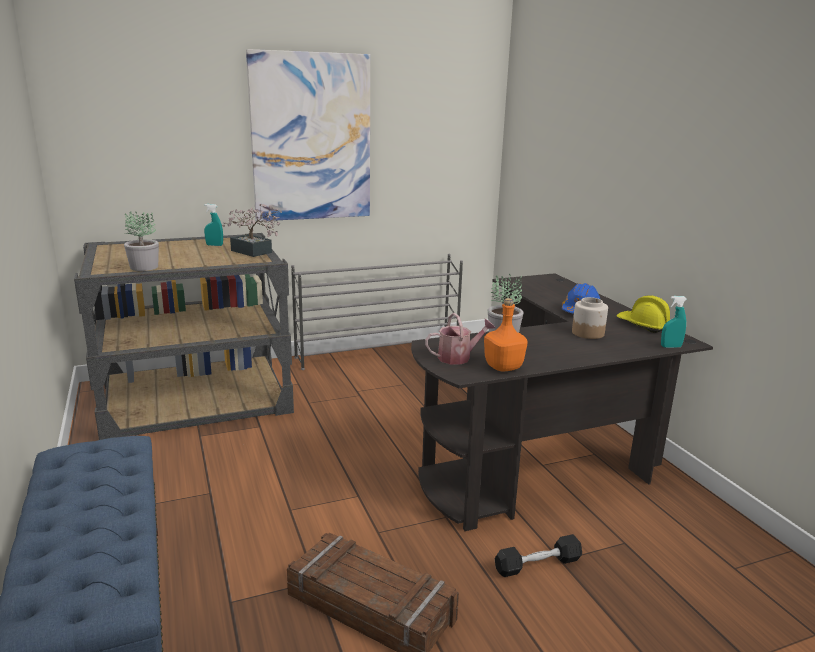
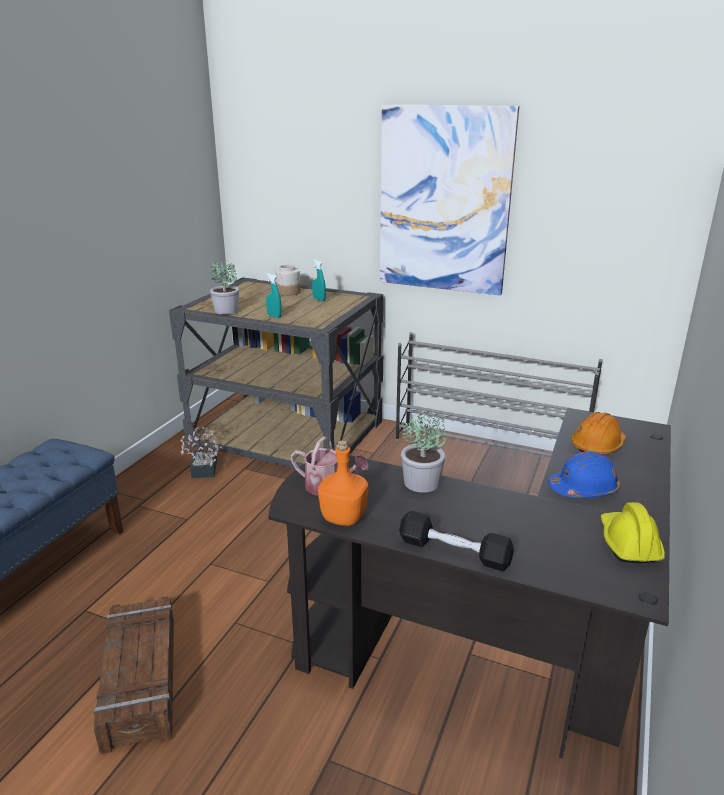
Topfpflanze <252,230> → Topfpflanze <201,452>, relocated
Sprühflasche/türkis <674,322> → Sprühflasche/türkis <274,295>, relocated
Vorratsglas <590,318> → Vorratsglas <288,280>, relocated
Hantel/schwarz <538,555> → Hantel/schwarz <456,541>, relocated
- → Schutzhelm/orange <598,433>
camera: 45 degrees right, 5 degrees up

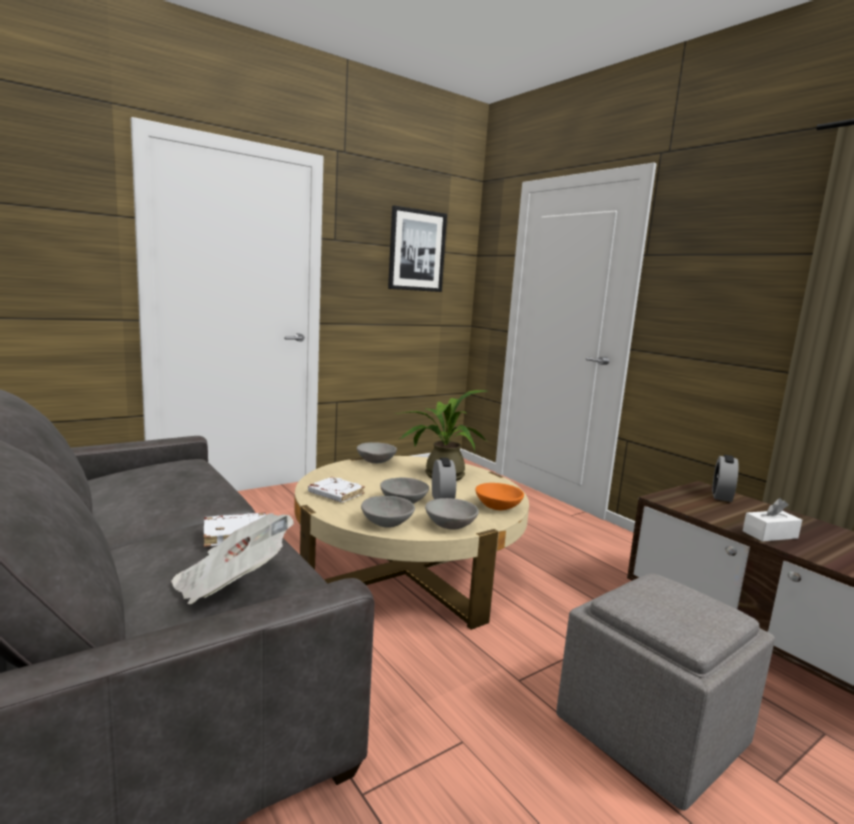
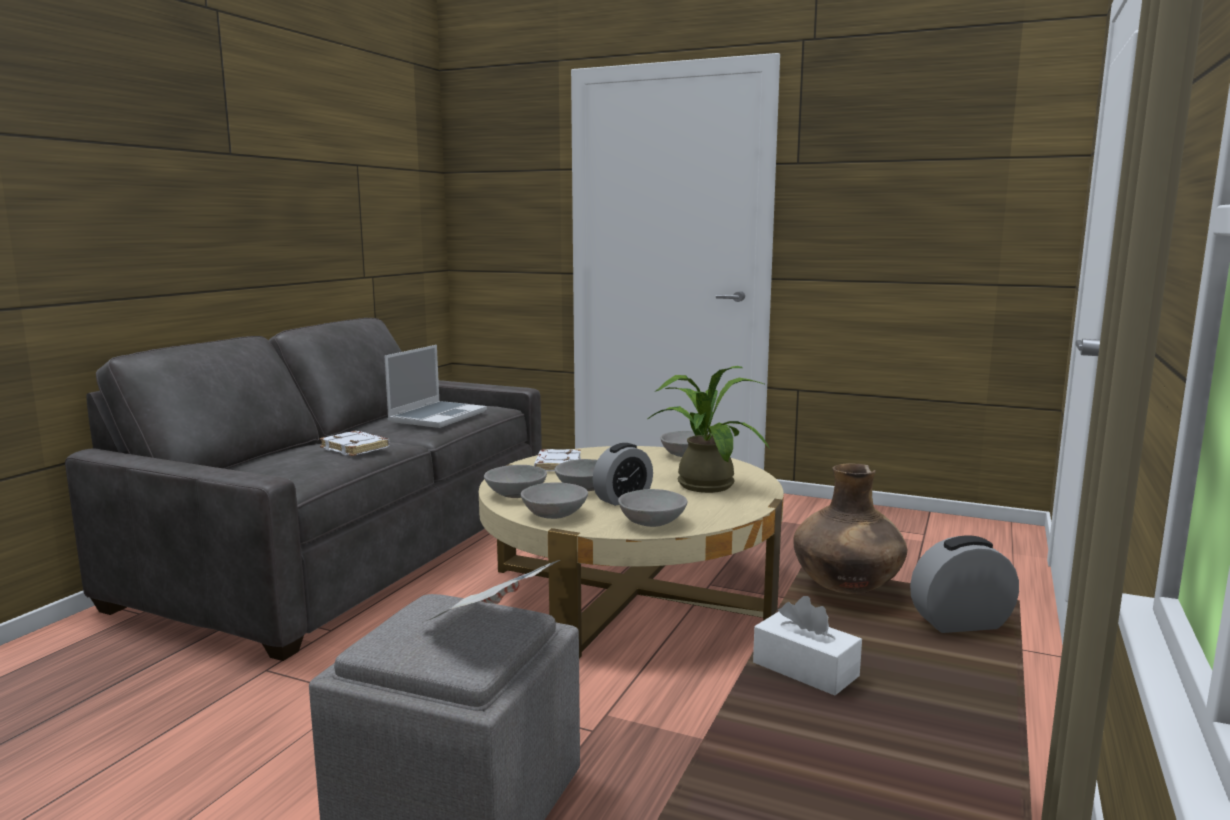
- → Laptop <436,386>
Zeitung <232,558> → Zeitung <491,591>, relocated
Schüssel/orange <499,496> → Schüssel/grau <652,508>
- → Vase/braun <850,528>
Bild <417,248> → -
camera: 60 degrees right, 0 degrees up

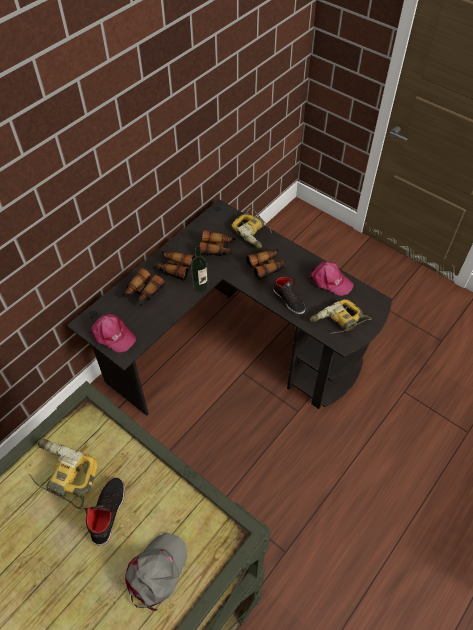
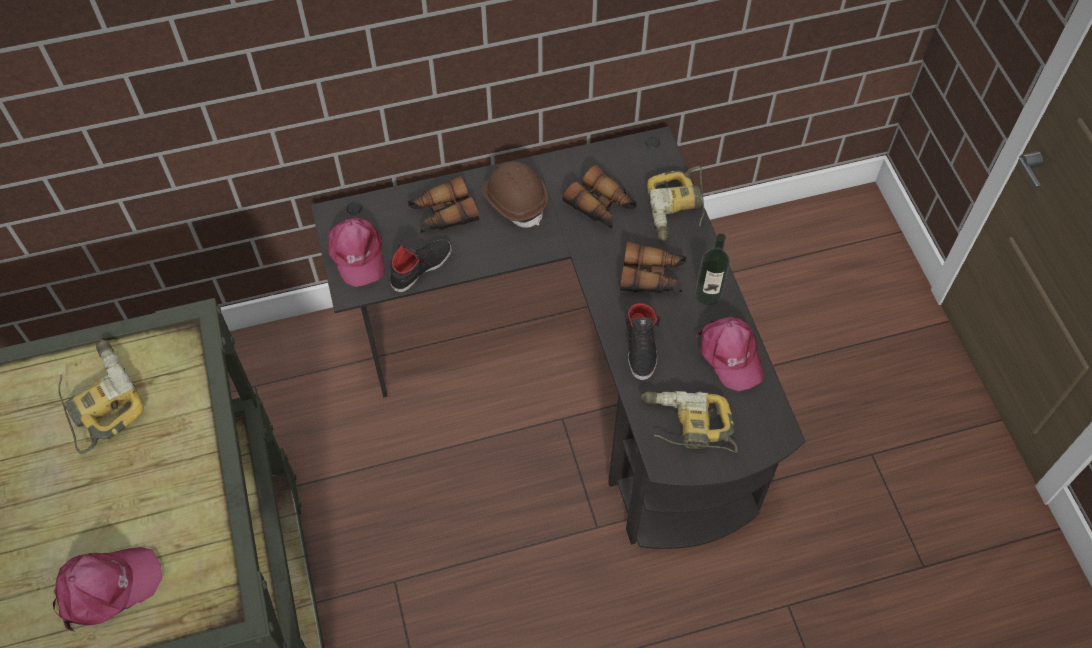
Kappe/grau <156,572> → Kappe/rosa <107,589>
Schuh/schwarz <105,512> → Schuh/schwarz <421,266>, relocated
Fernglas <174,266> → Schutzhelm/braun <514,195>
Flasche <199,269> → Flasche <712,269>, relocated
camera: 35 degrees right, 5 degrees up

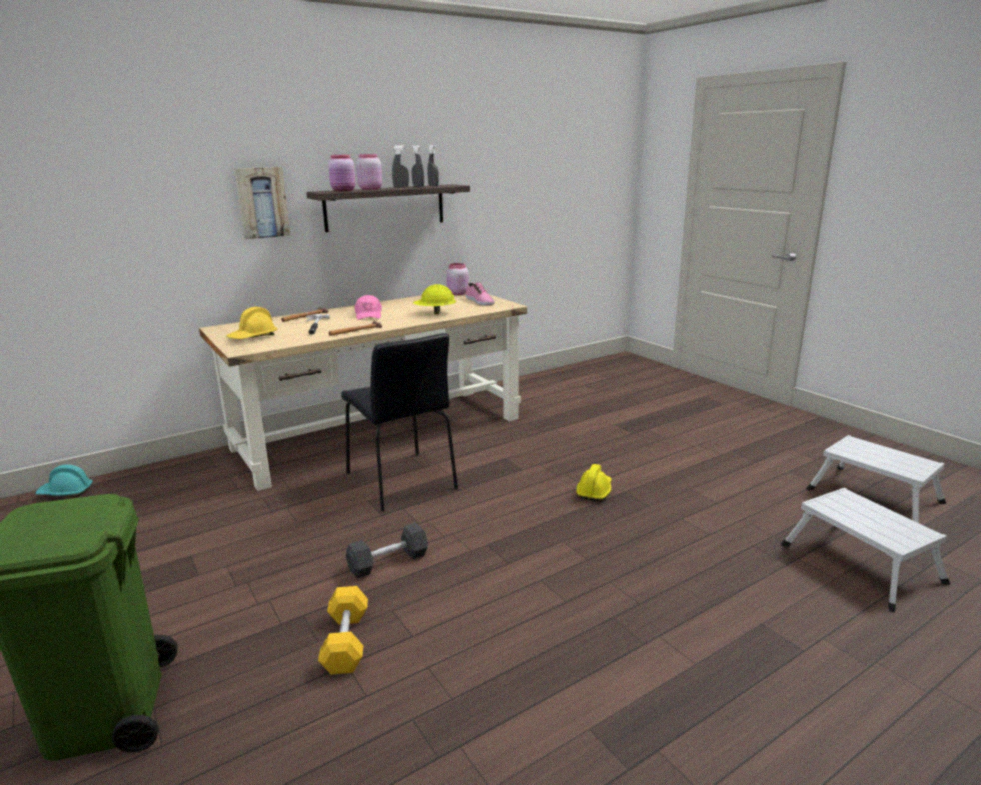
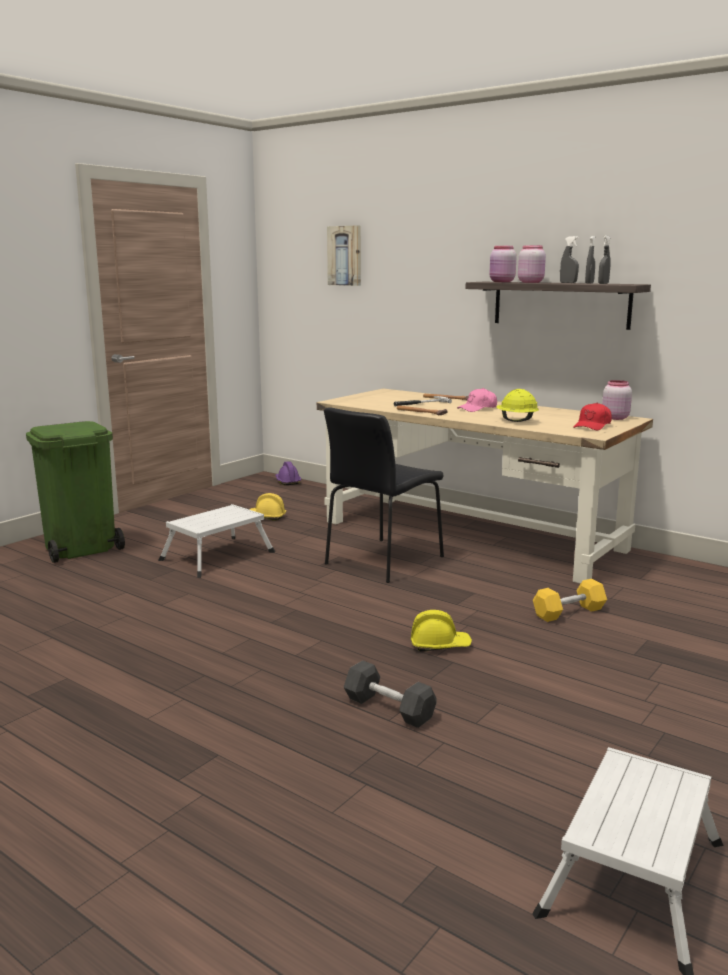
Trittleiter/weiß <866,550> → Trittleiter/weiß <216,541>, relocated
Schutzhelm/gelb <252,323> → Schutzhelm/gelb <267,507>, relocated
Schutzhelm/türkis <64,481> → Schutzhelm/lila <288,473>
Bild <262,203> → Bild <344,255>, relocated
Hantel/grau <387,550> → Hantel/grau <390,694>, relocated
Hantel/gelb <343,630> → Hantel/gelb <570,600>, relocated
Schuh <479,293> → Kappe/rot <592,416>
camera: 70 degrees right, 5 degrees down

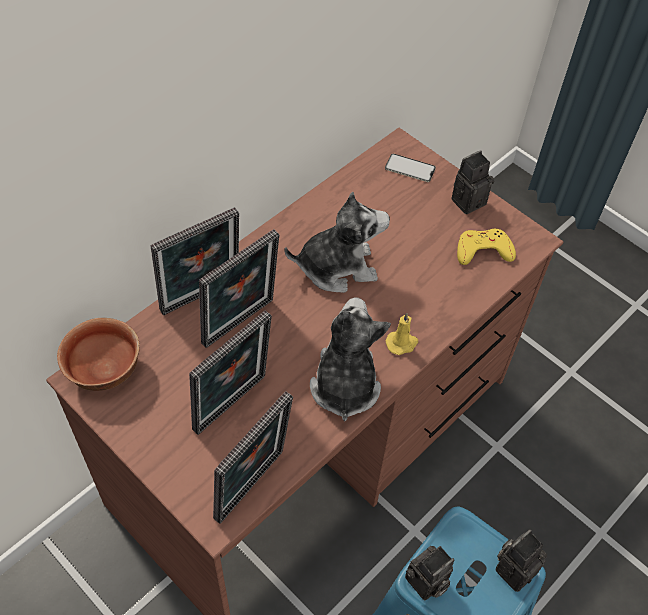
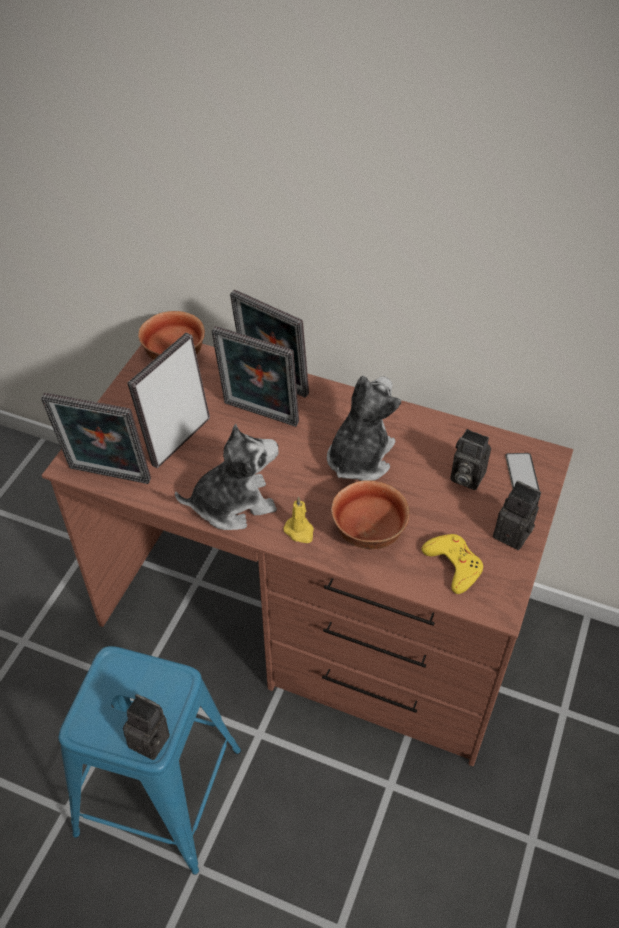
Bilderrahmen <230,372> → Bilderrahmen <168,400>, 105 degrees clockwise
Plüschtier <337,242> → Plüschtier <364,428>, 120 degrees counterclockwise
- → Schüssel <370,514>
Kamera <429,573> → Kamera <470,459>, relocated
camera: 70 degrees right, 5 degrees down

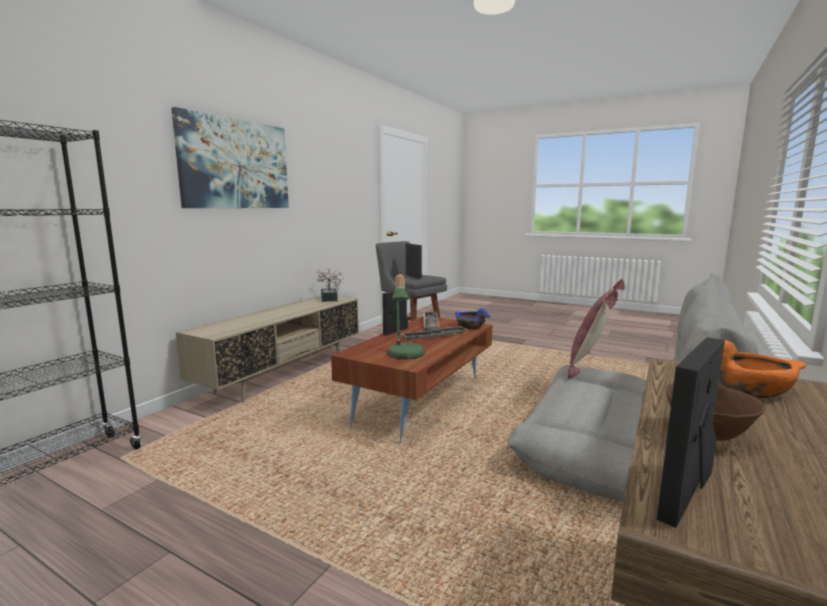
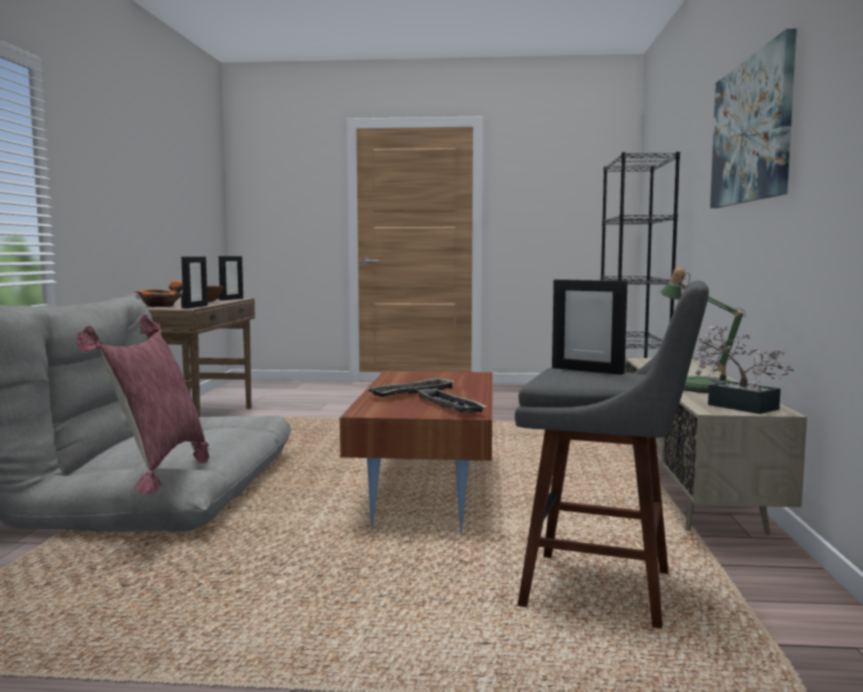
Bilderrahmen <395,312> → Bilderrahmen <194,283>, relocated
Tischlampe <406,316> → Tischlampe <703,330>, relocated
Schüssel/blau <472,319> → -
camera: 155 degrees right, 5 degrees down

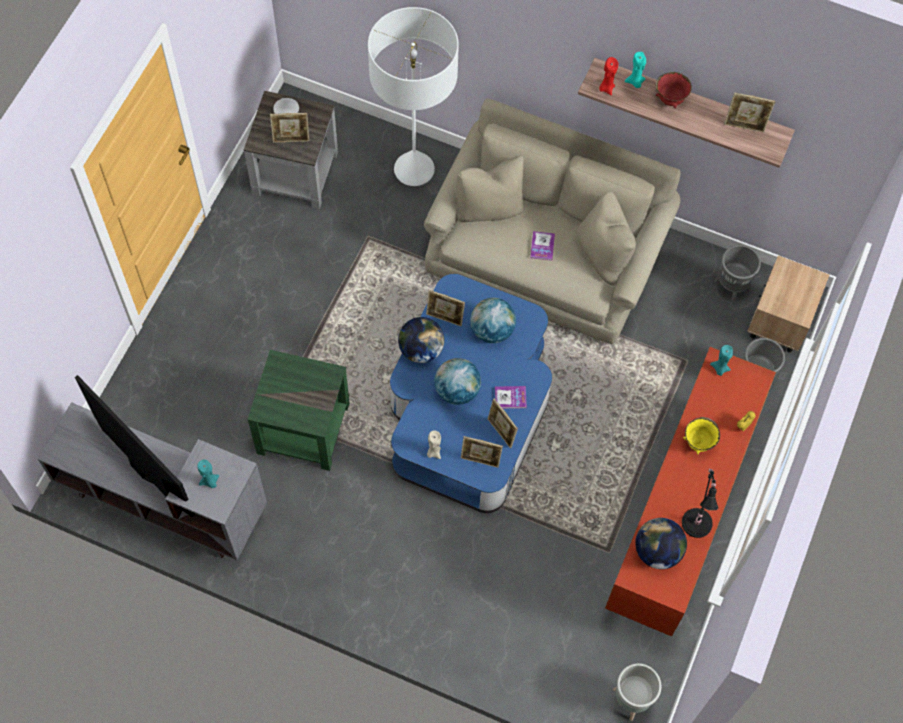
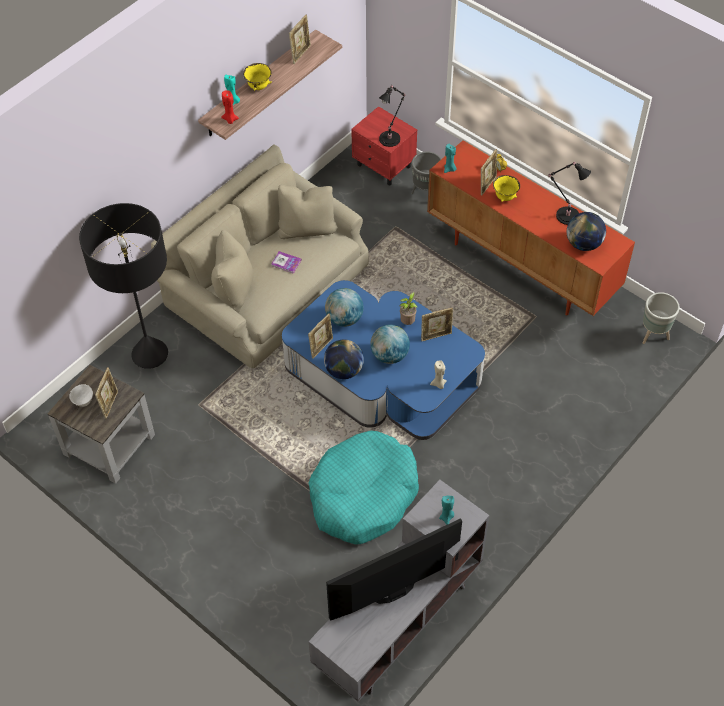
Stehlampe/weiß <413,96> → Stehlampe/schwarz <123,286>
Schüssel/rot <673,90> → Schüssel/gelb <257,77>
Beistelltisch/grün <298,410> → Hundebett/türkis <364,487>
Nachttisch/beige <788,304> → Nachttisch/rot <384,145>
- → Tischlampe/schwarz <392,115>
Buch <511,397> → Topfpflanze <409,308>
Bilderrahmen <482,452> → Bilderrahmen <489,172>, relocated
Pflanzkübel/grau <737,275> → -
camera: 70 degrees left, 10 degrees down

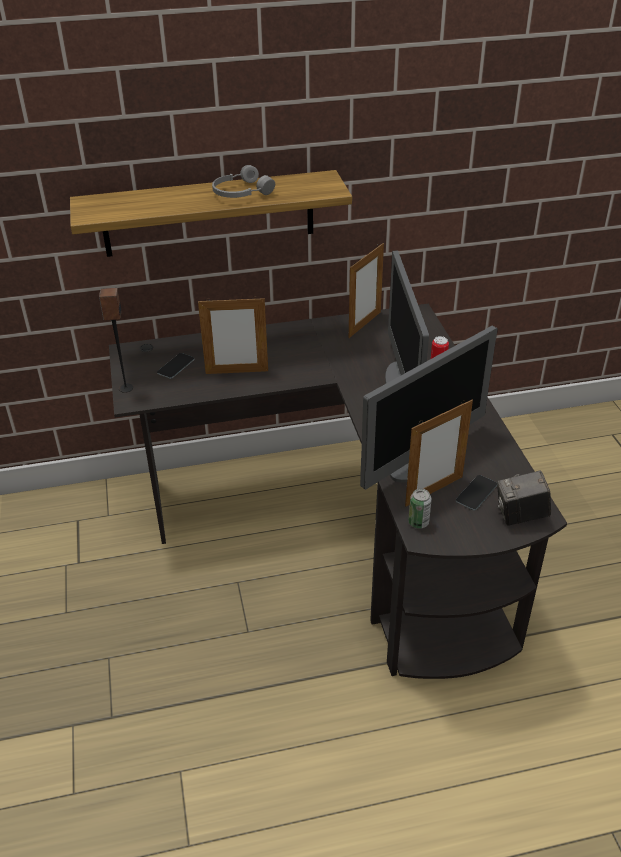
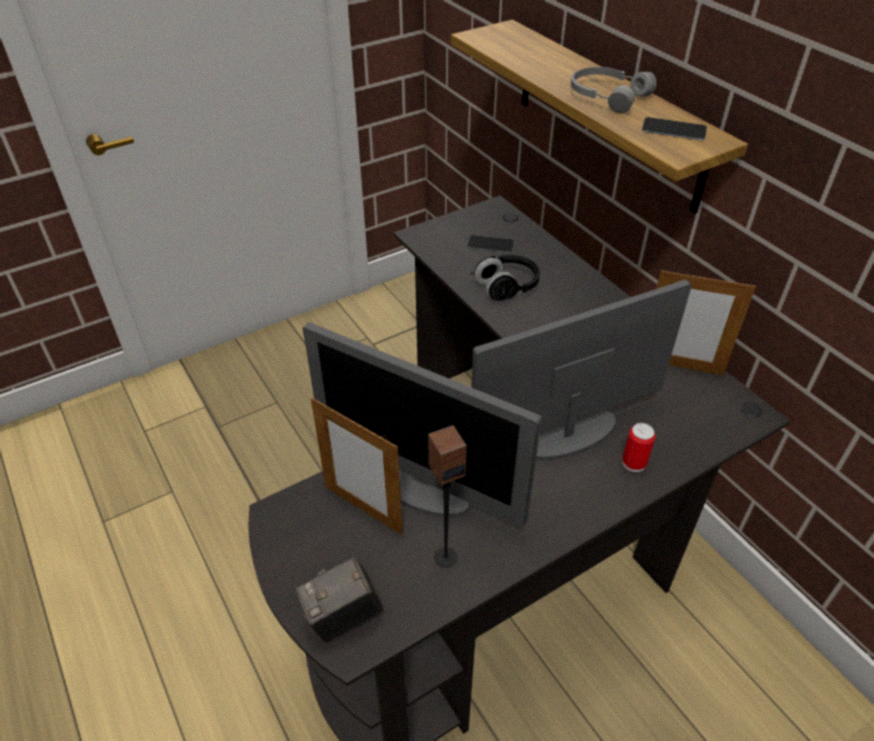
Kamera <524,498> → Kamera <339,600>, 90 degrees counterclockwise
Lautsprecher <116,340> → Lautsprecher <447,496>, relocated
Bilderrahmen <233,335> → Kopfhörer/schwarz <505,277>
Handy <476,492> → Handy <674,128>, relocated
Dose <420,508> → -
camera: 70 degrees right, 5 degrees up

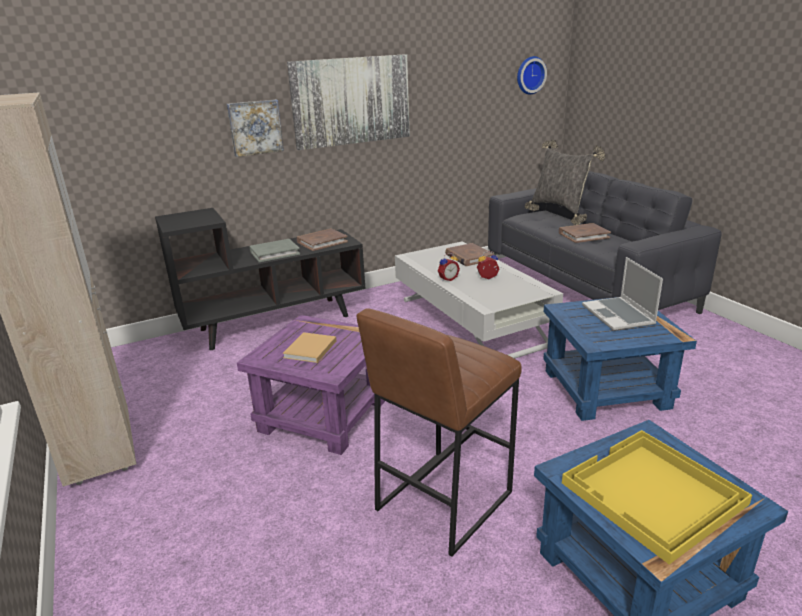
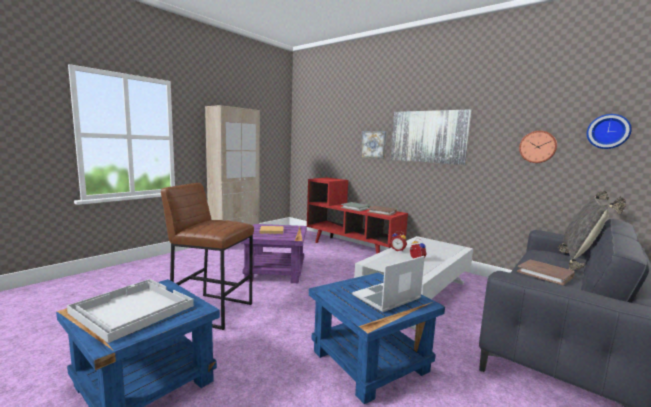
Tablett/gelb <657,497> → Tablett/weiß <130,311>
Fernsehschrank/schwarz <260,279> → Fernsehschrank/rot <357,215>
- → Wanduhr <538,147>
Buch/braun <469,254> → -
camera: 65 degrees right, 15 degrees down

